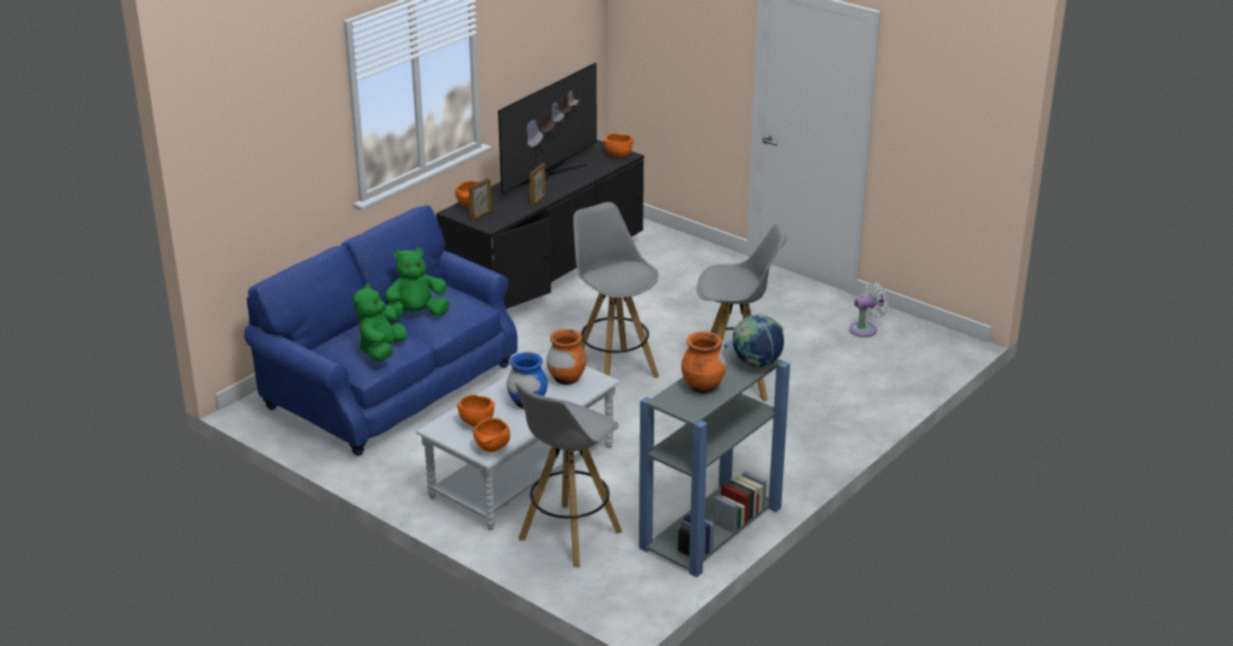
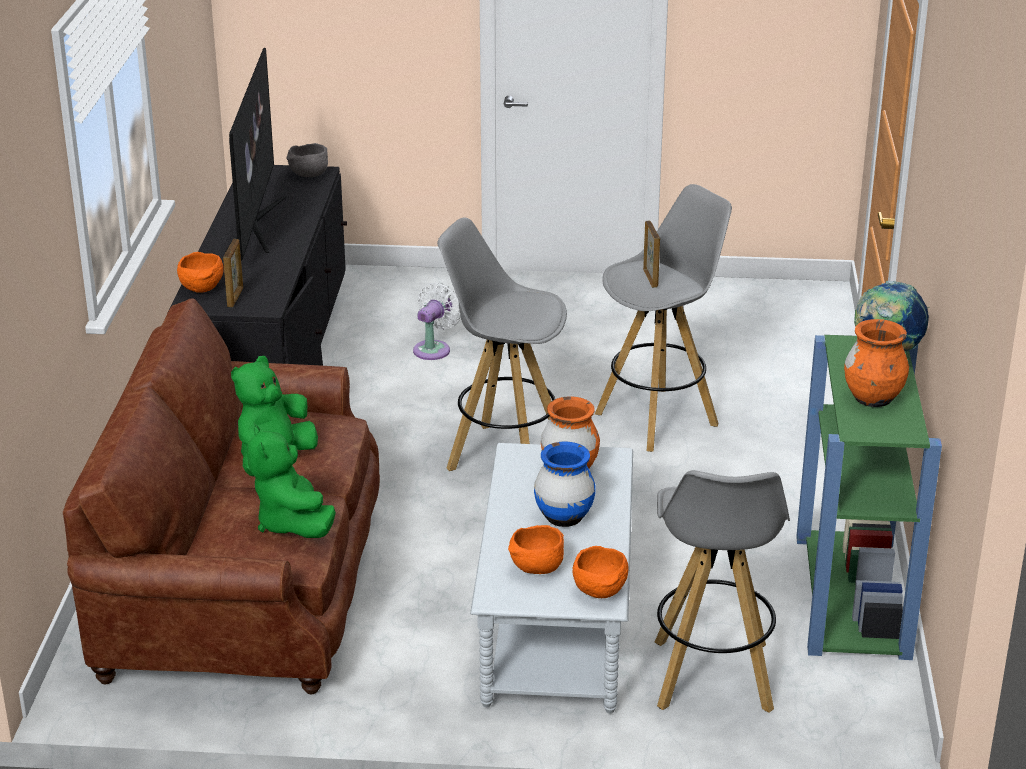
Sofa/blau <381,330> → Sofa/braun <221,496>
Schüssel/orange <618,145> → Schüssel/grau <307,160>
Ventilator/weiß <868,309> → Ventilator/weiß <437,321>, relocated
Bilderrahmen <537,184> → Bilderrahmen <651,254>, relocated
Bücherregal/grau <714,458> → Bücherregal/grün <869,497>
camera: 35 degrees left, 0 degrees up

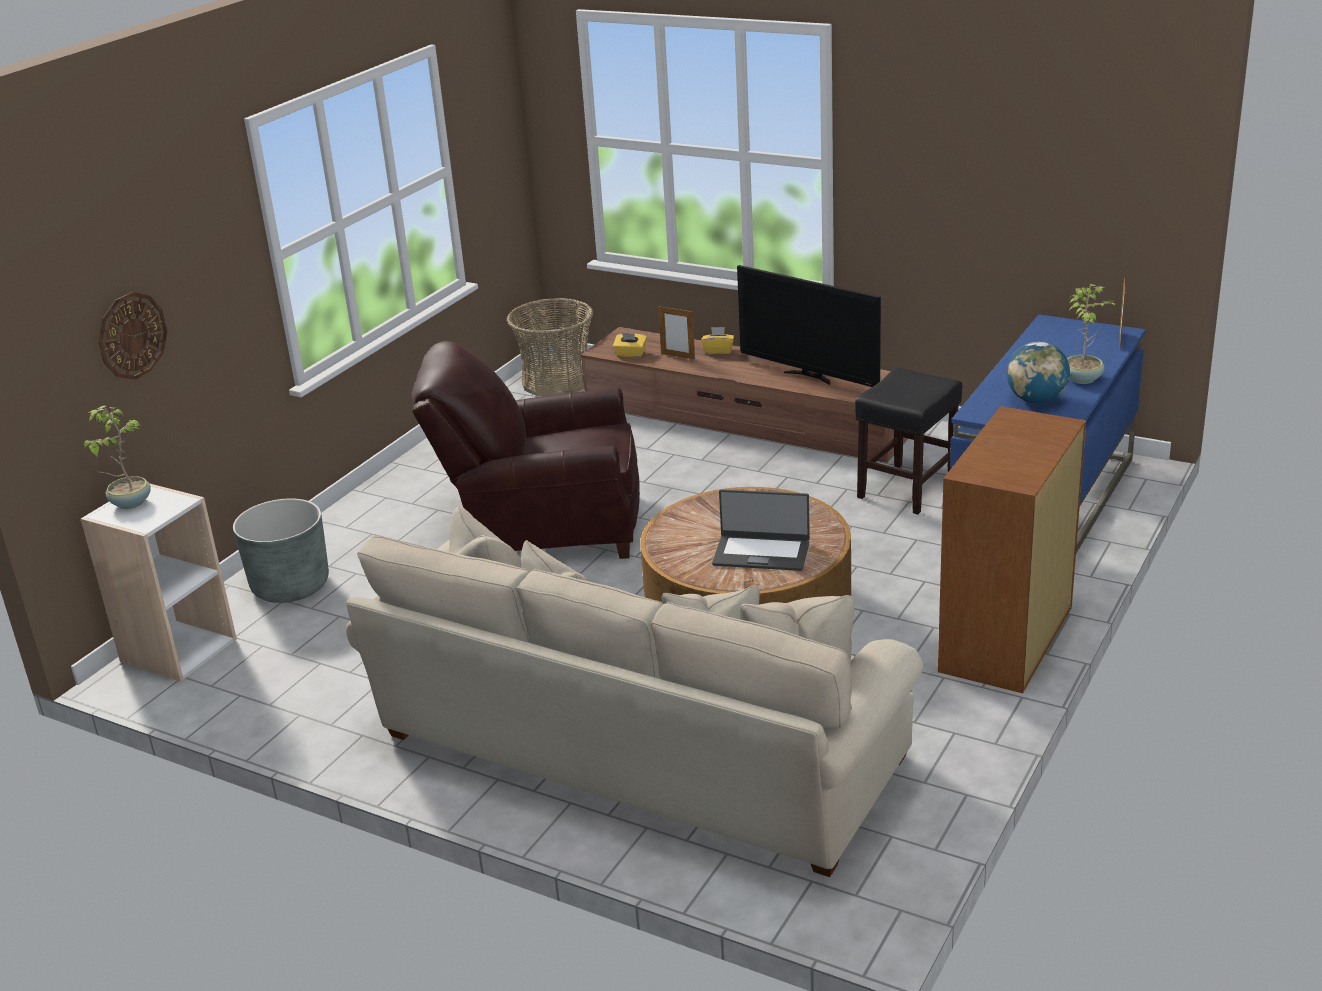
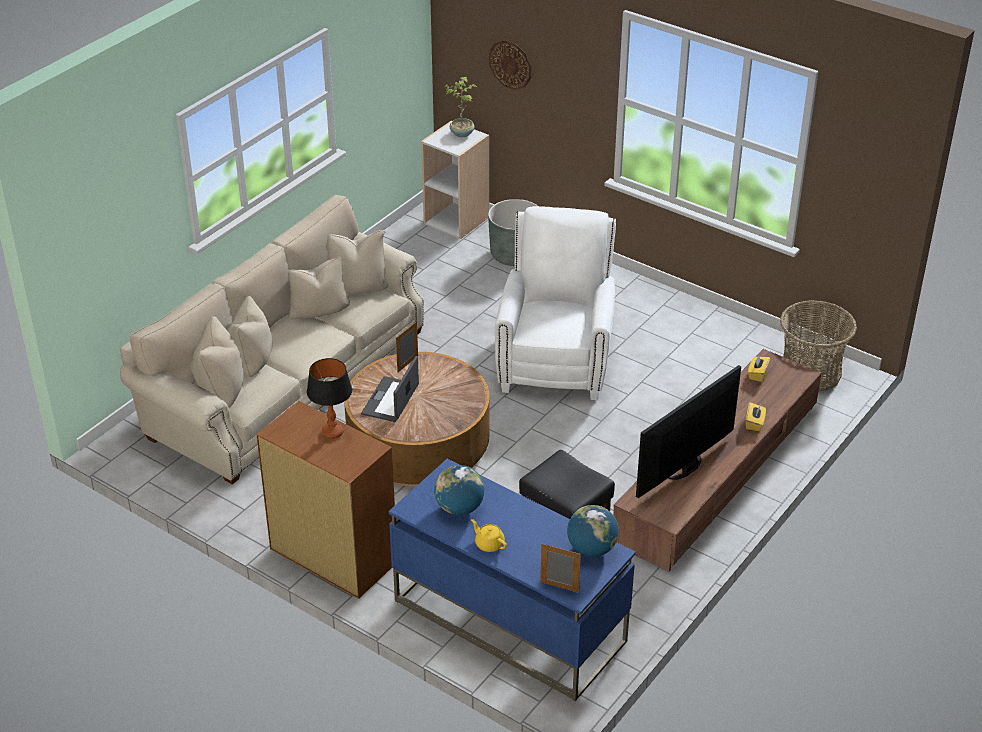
- → Tischlampe <329,398>
Bilderrahmen <676,332> → Bilderrahmen <407,347>, relocated
Topfpflanze <1092,334> → Teekanne/gelb <489,535>
Sessel/braun <525,450> → Sessel/weiß <555,303>
- → Globus <593,531>
camera: 95 degrees right, 10 degrees up

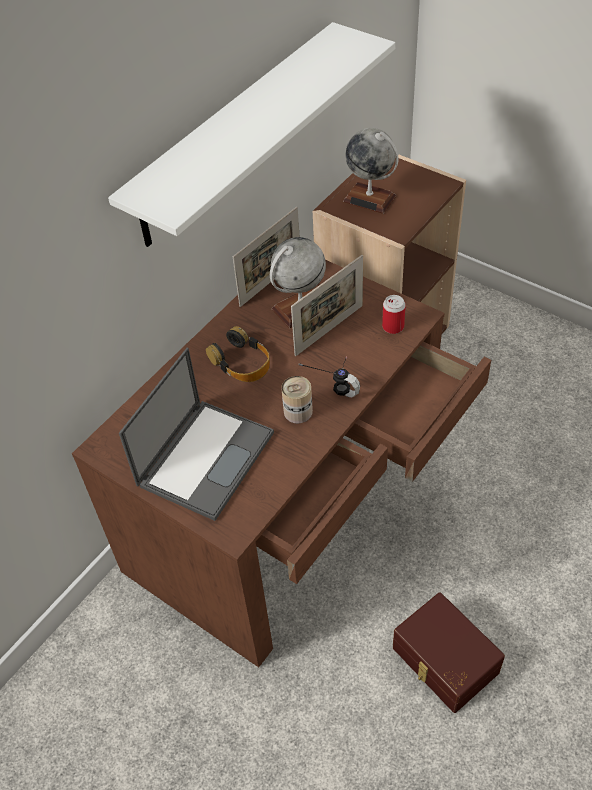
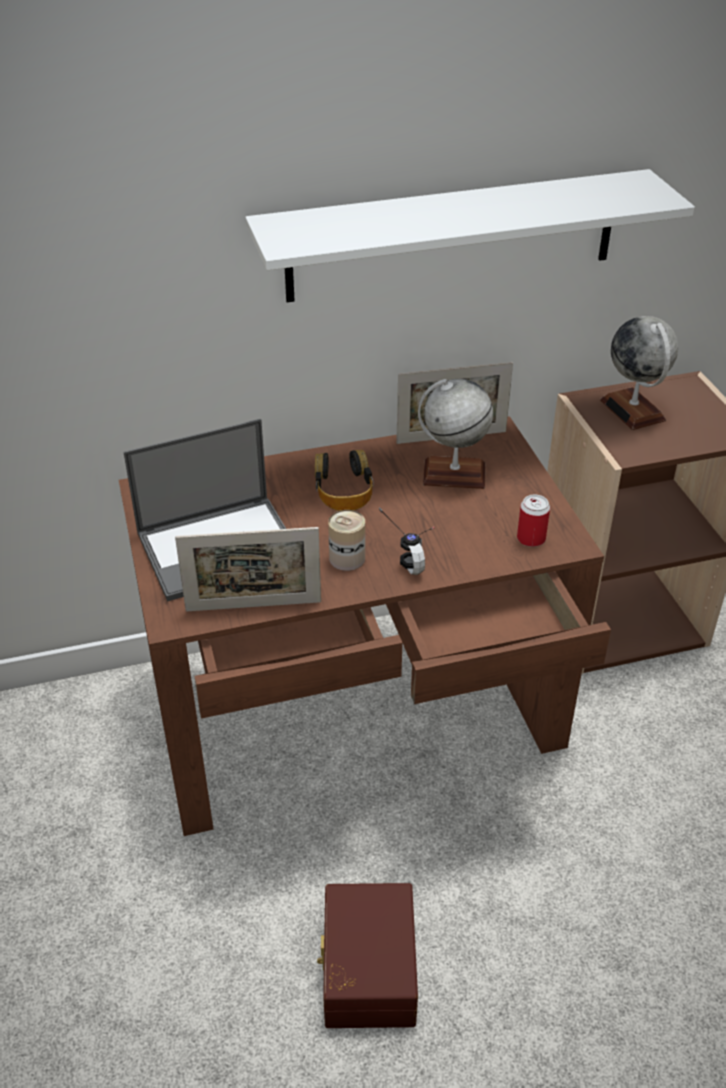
Bilderrahmen <327,305> → Bilderrahmen <248,569>, relocated
camera: 35 degrees right, 10 degrees down

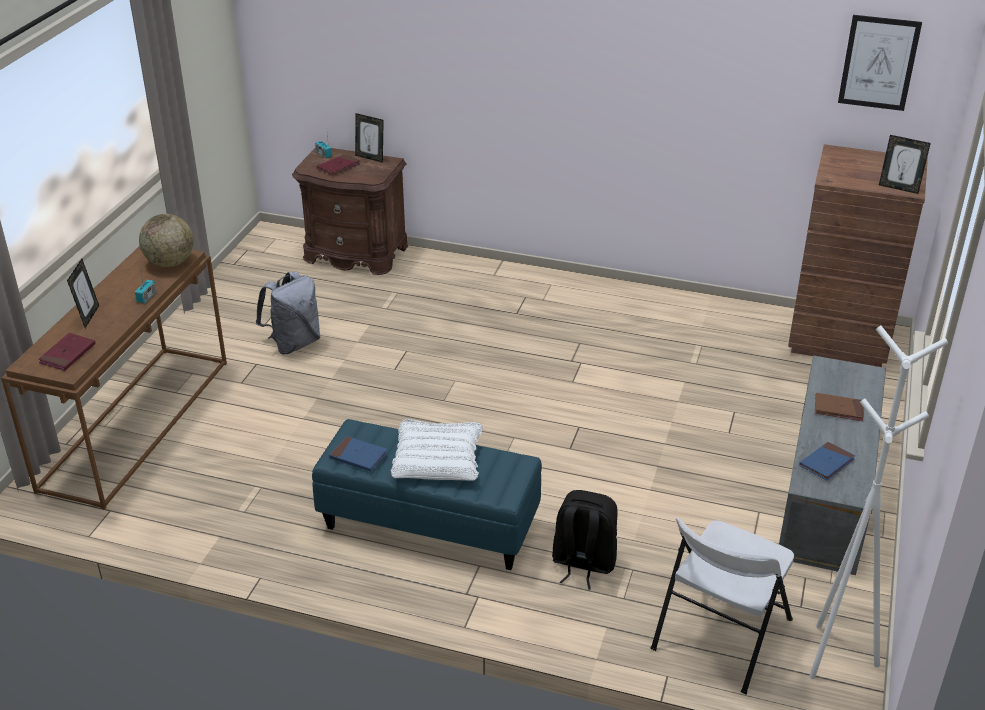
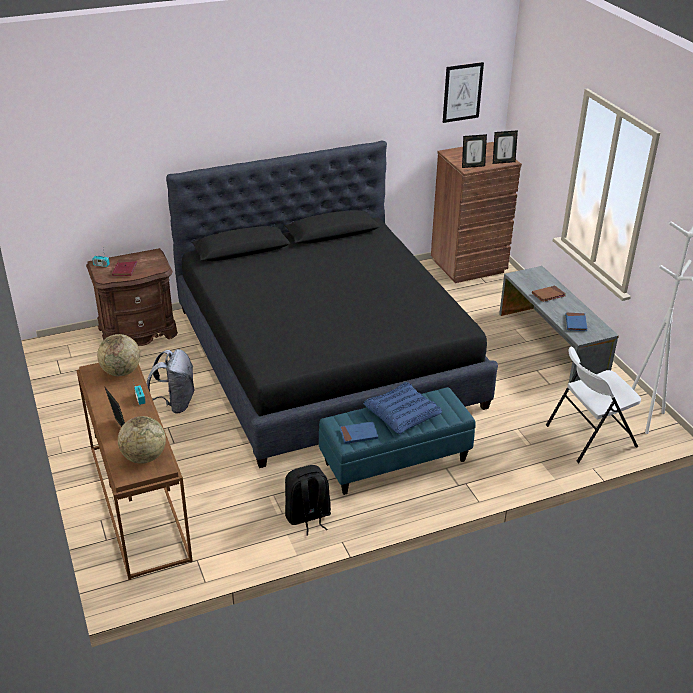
Buch/rot <67,352> → Globus <142,440>
- → Bett/schwarz <332,304>
Rucksack/schwarz <585,540> → Rucksack/schwarz <308,500>, relocated
Kissen/weiß <437,450> → Kissen/blau <403,408>
Bilderrahmen <369,138> → Bilderrahmen <474,151>, relocated
Stuhl/weiß <722,606> → Stuhl/weiß <593,405>, 75 degrees clockwise
camera: 40 degrees left, 0 degrees up

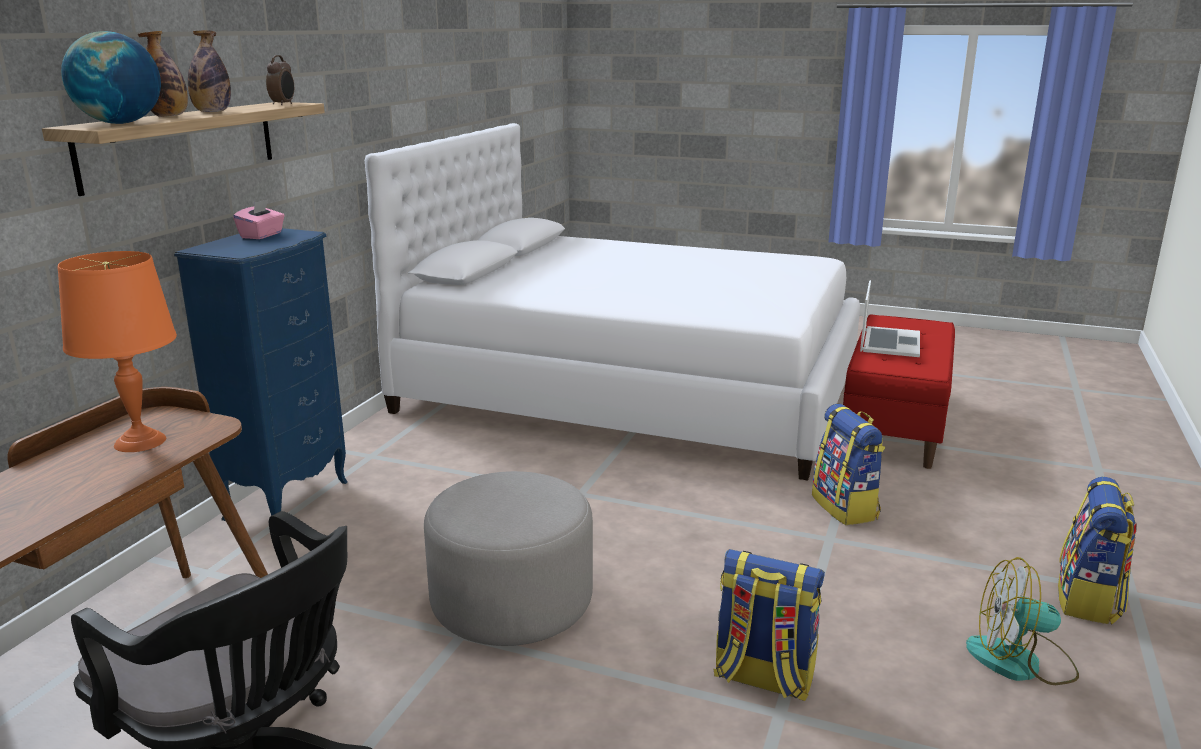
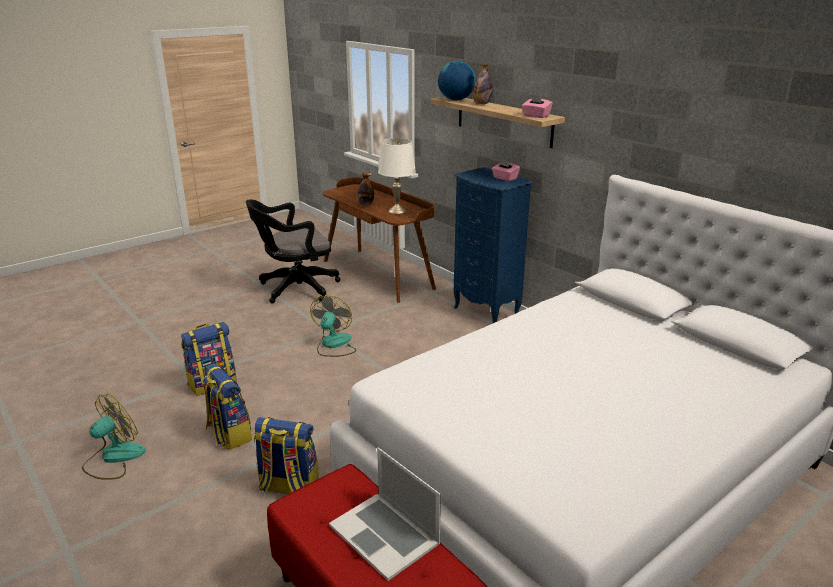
Rucksack <1097,551> → Rucksack <227,407>, relocated
Polsterhocker/grau <508,558> → Ventilator <333,326>
Flasche <209,71> → Flasche <365,189>, relocated
Tischlampe/orange <117,351> → Tischlampe/weiß <397,176>
Wecker <280,80> → Taschentuchbox/rosa <537,106>
camera: 120 degrees right, 5 degrees up

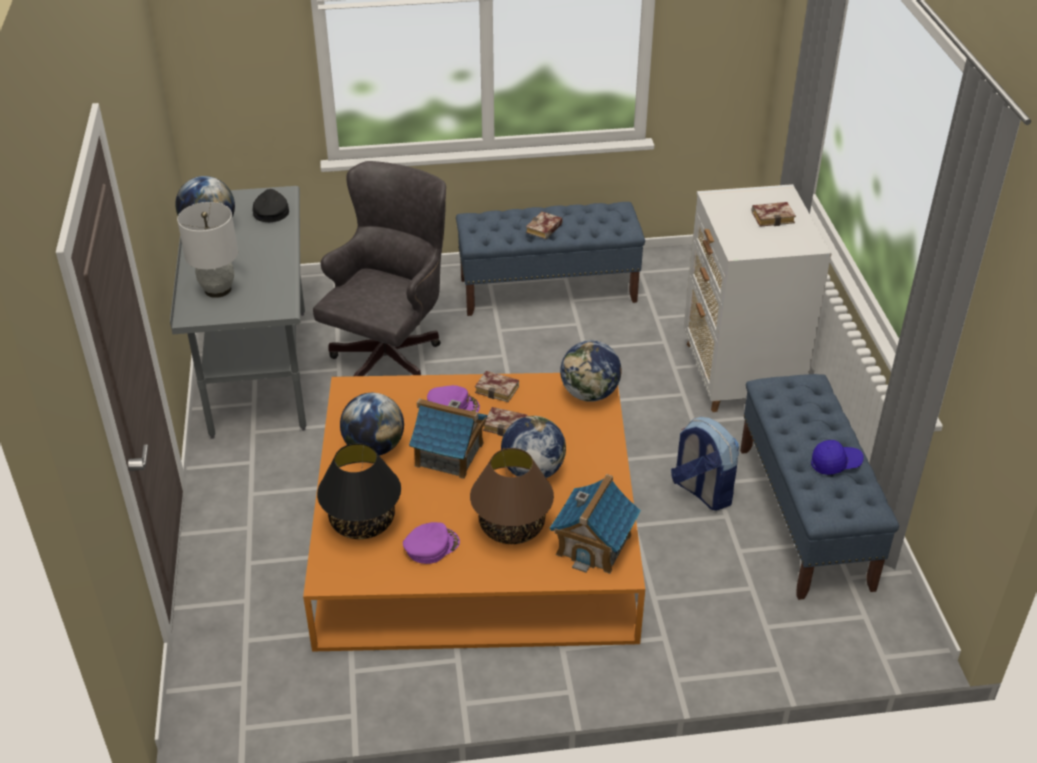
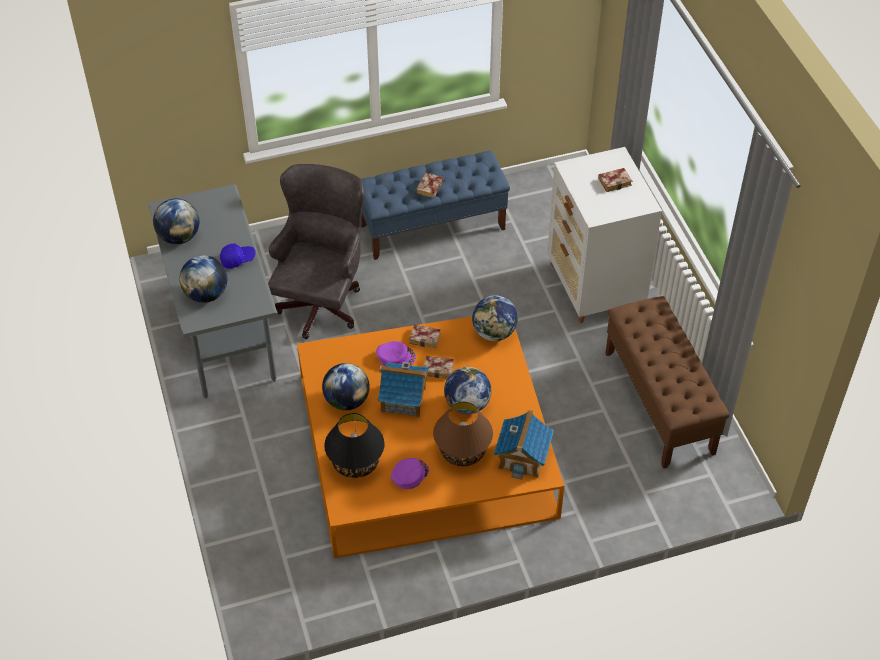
Tischlampe/weiß <207,250> → Globus <203,279>
Kappe/blau <837,457> → Kappe/blau <238,256>, relocated
Bank/blau <819,487> → Bank/braun <667,382>
Kappe/schwarz <271,205> → -
Rucksack <705,464> → -
camera: 10 degrees left, 10 degrees up

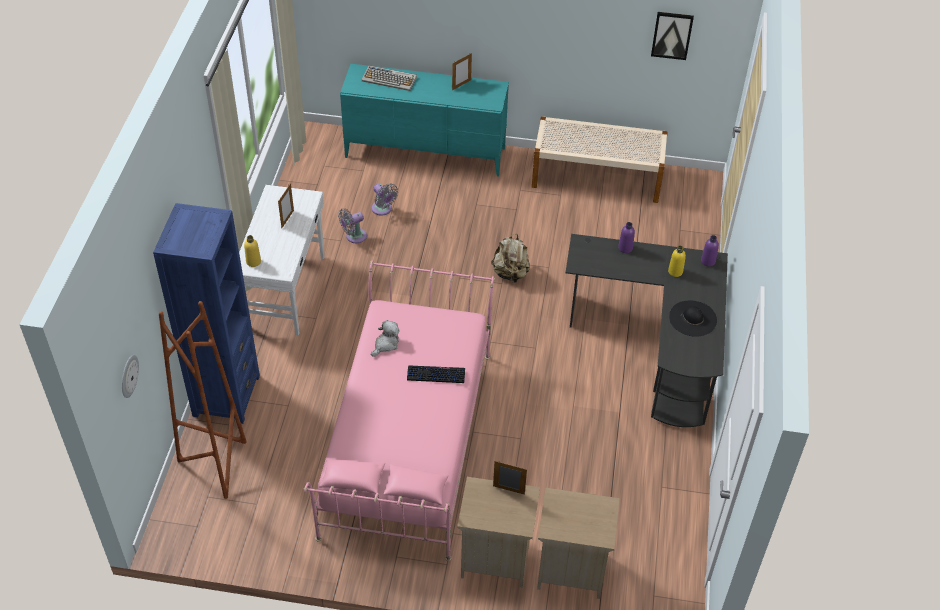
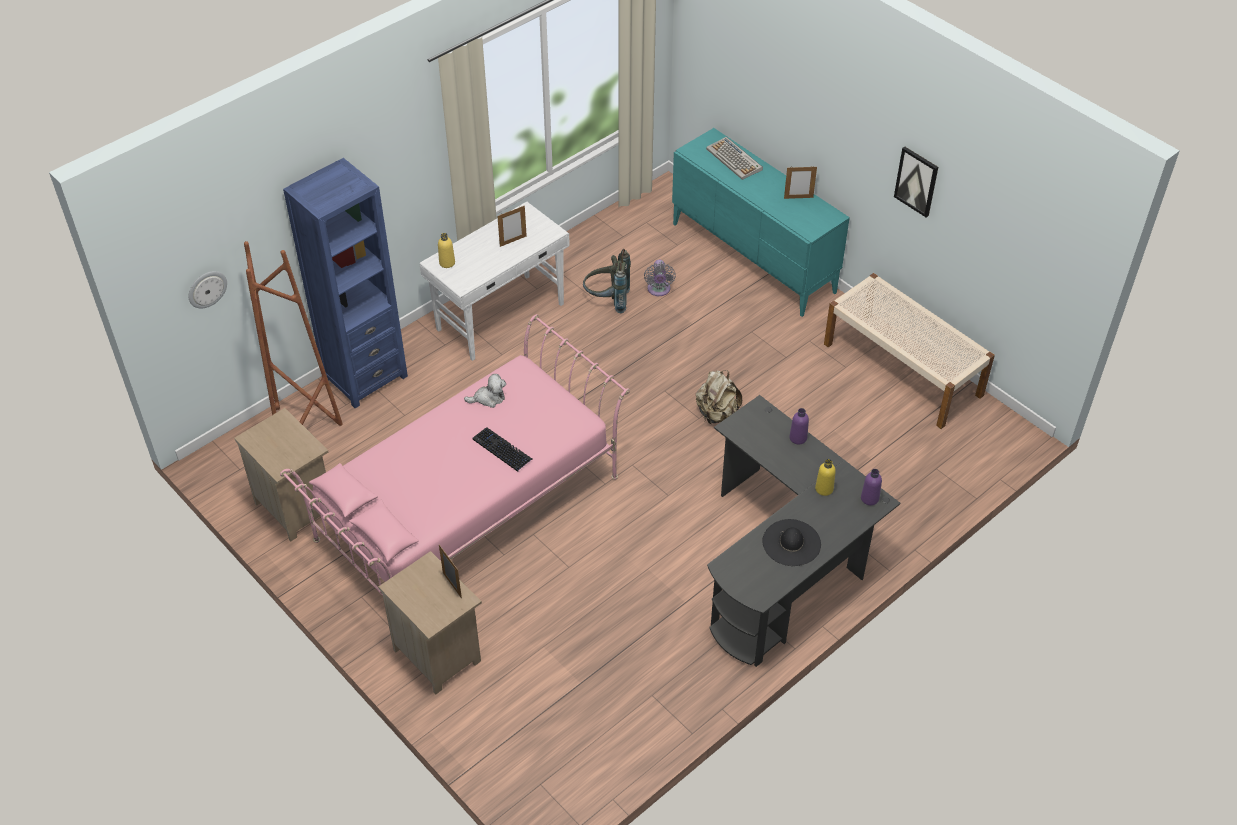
Nachttisch/beige <578,543> → Nachttisch/beige <281,474>, relocated
Ventilator/grau <352,225> → Rucksack/grau <607,281>
Bild <672,36> → Bild <916,182>, relocated
camera: 40 degrees right, 0 degrees up

